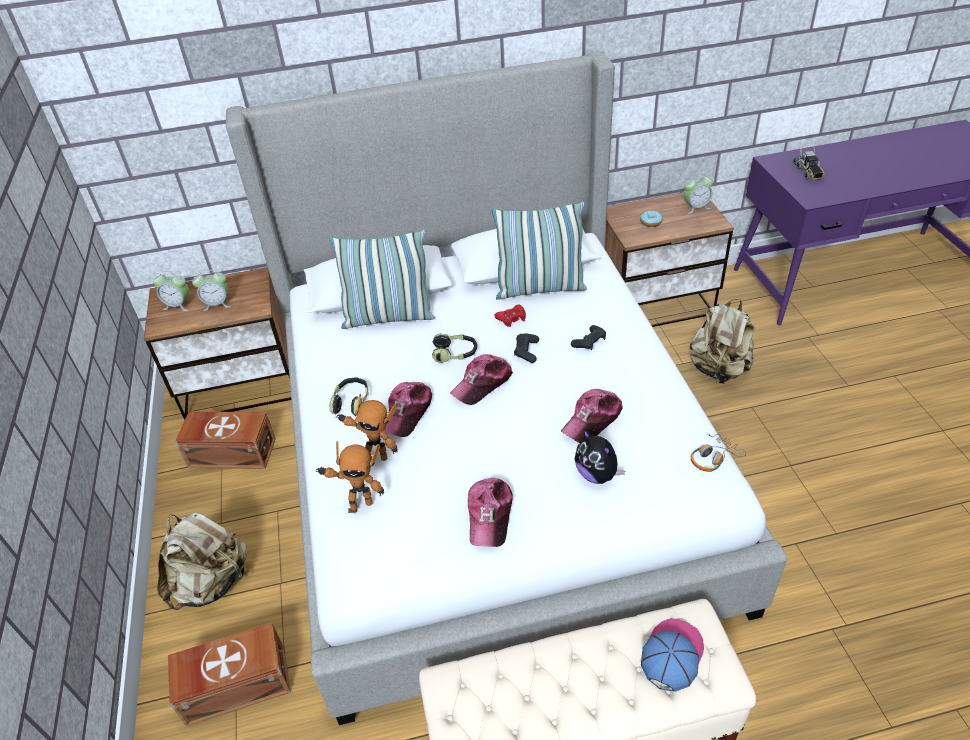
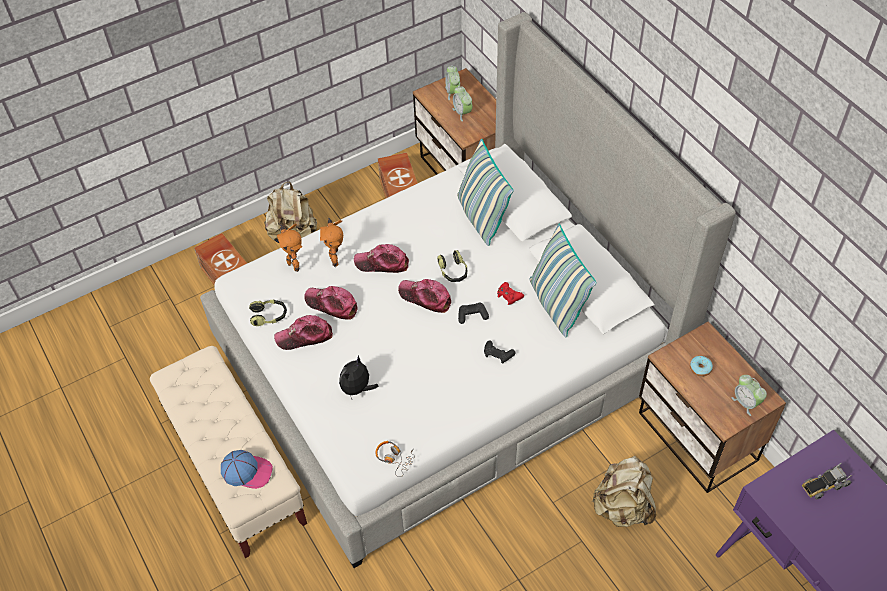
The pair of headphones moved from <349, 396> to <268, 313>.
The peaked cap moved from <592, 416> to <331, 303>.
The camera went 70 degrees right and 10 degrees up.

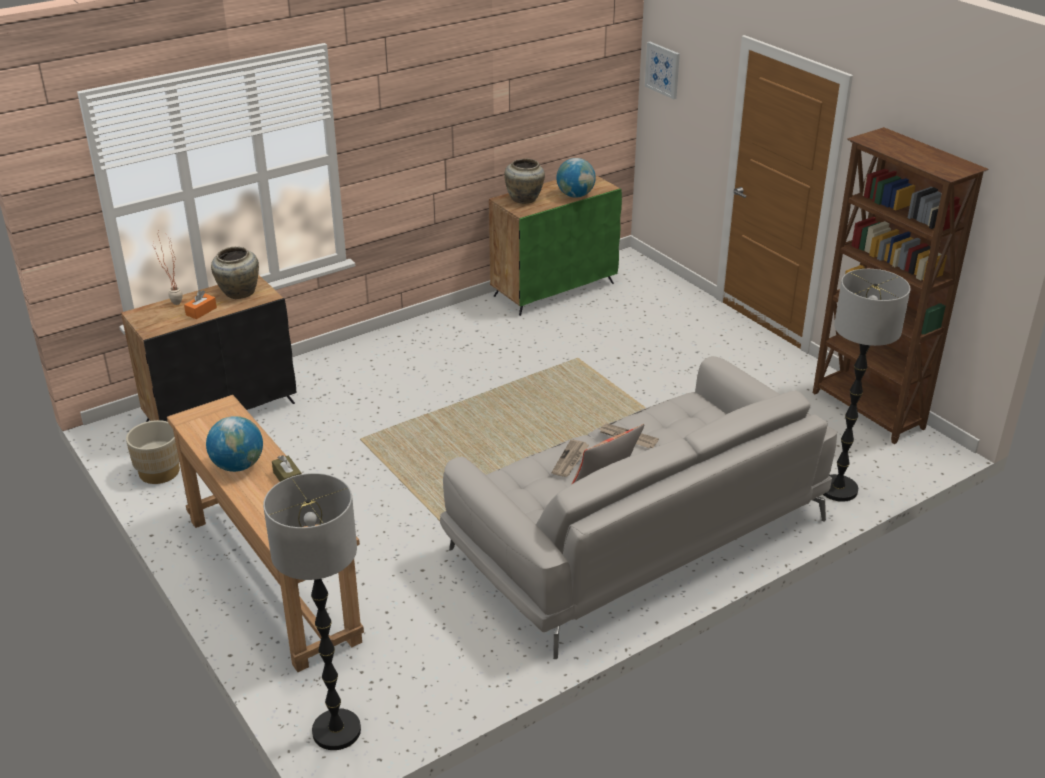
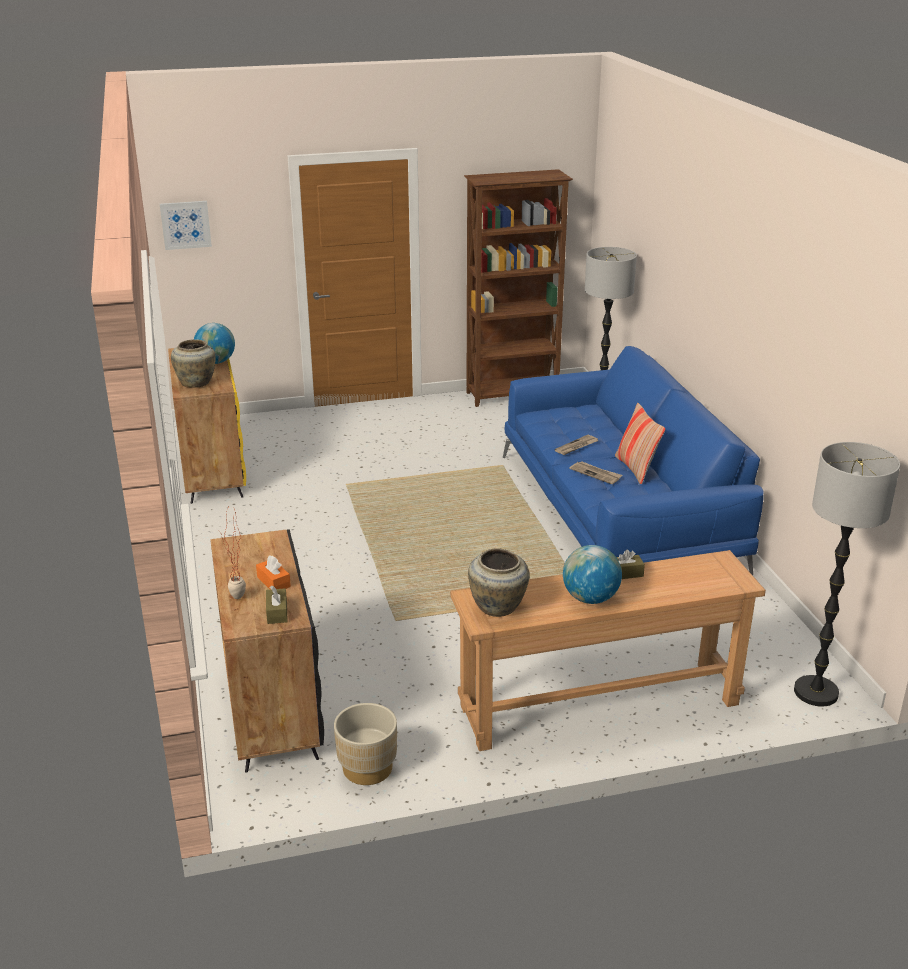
The green cupboard at <555, 245> became the yellow cupboard at <207, 426>.
The sand-coloured decorative vase moved from <235, 273> to <498, 582>.
The greyish sofa at <638, 507> became the bluish sofa at <633, 460>.
The brownish tissue box at <277, 605> appeared.
The camera went 70 degrees left and 5 degrees down.

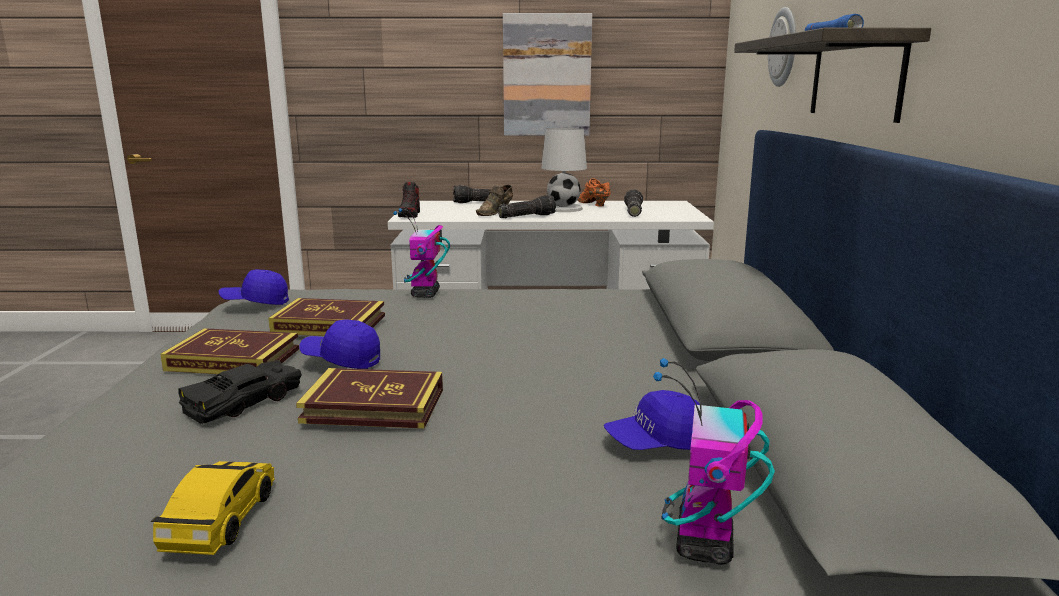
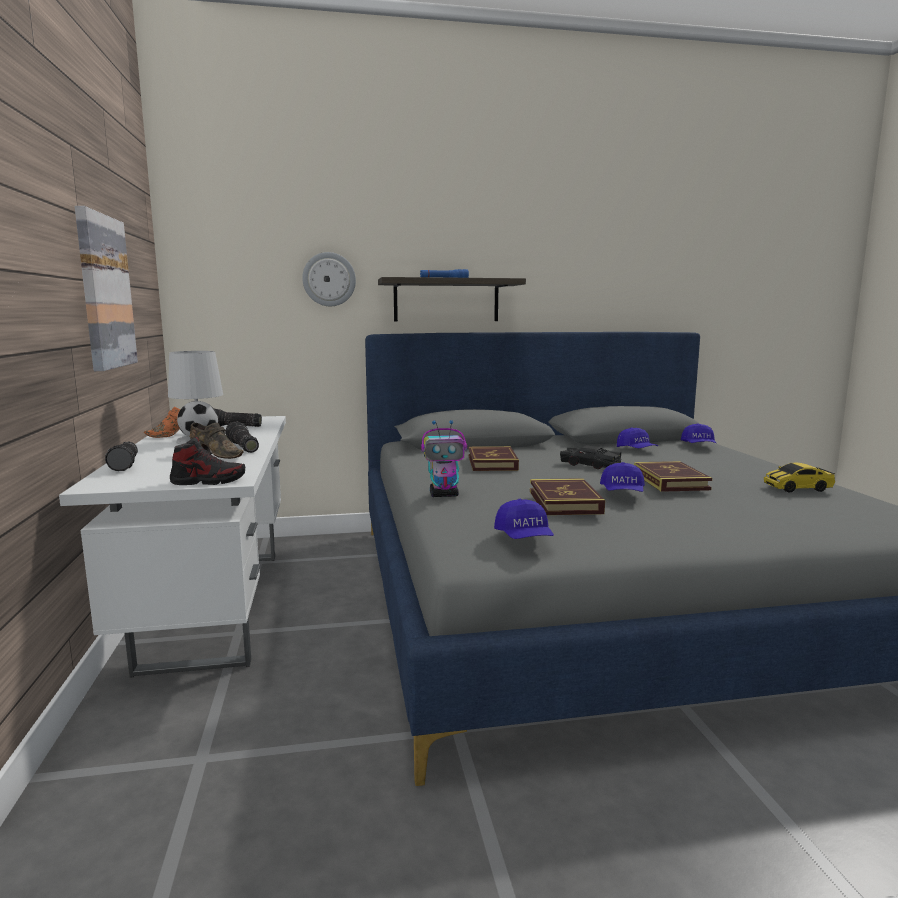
The book moved from <229, 351> to <494, 458>.
The robot figure at <714, 461> was replaced by the bluish peaked cap at <698, 433>.
The black model car moved from <240, 392> to <591, 457>.
The camera went 100 degrees left and 5 degrees down.

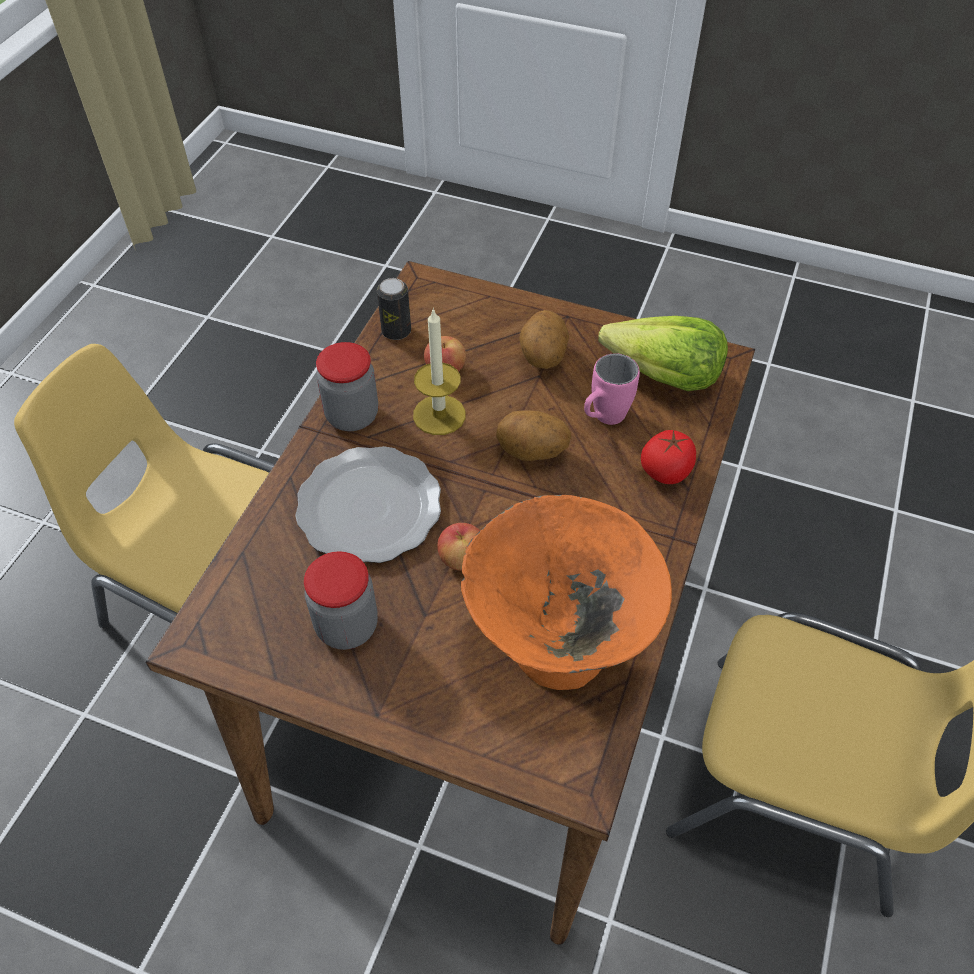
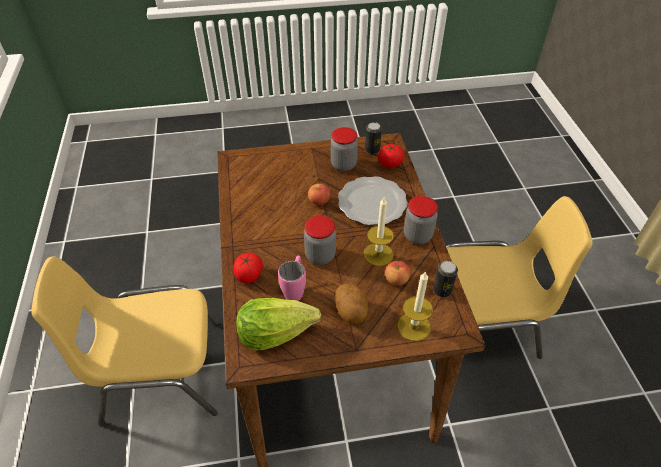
The spud at <534, 435> was replaced by the preserve jar at <320, 240>.
The orangey deep dish at <566, 592> disappeared.
The metal can at <373, 138> appeared.
The whole tomato at <391, 156> appeared.
The candle at <415, 306> appeared.
The camera went 150 degrees right and 5 degrees down.

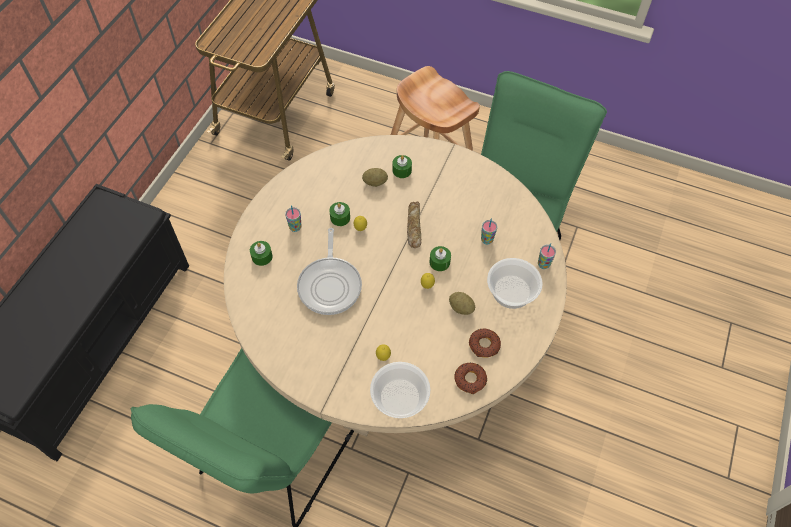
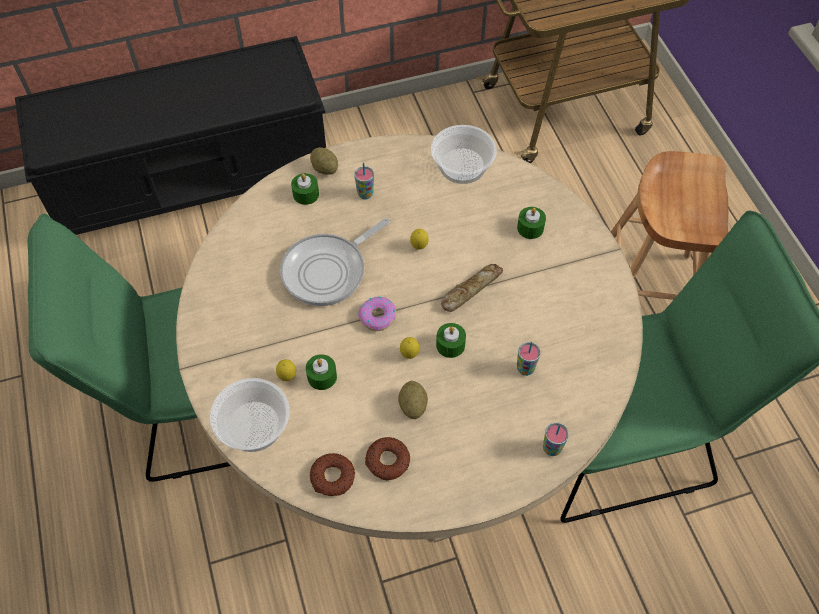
The spud moved from <375, 177> to <324, 161>.
The green candle moved from <339, 214> to <321, 372>.
The deep dish moved from <515, 283> to <464, 154>.
The ring doughnut at <377, 313> appeared.
The camera went 50 degrees right and 0 degrees up.

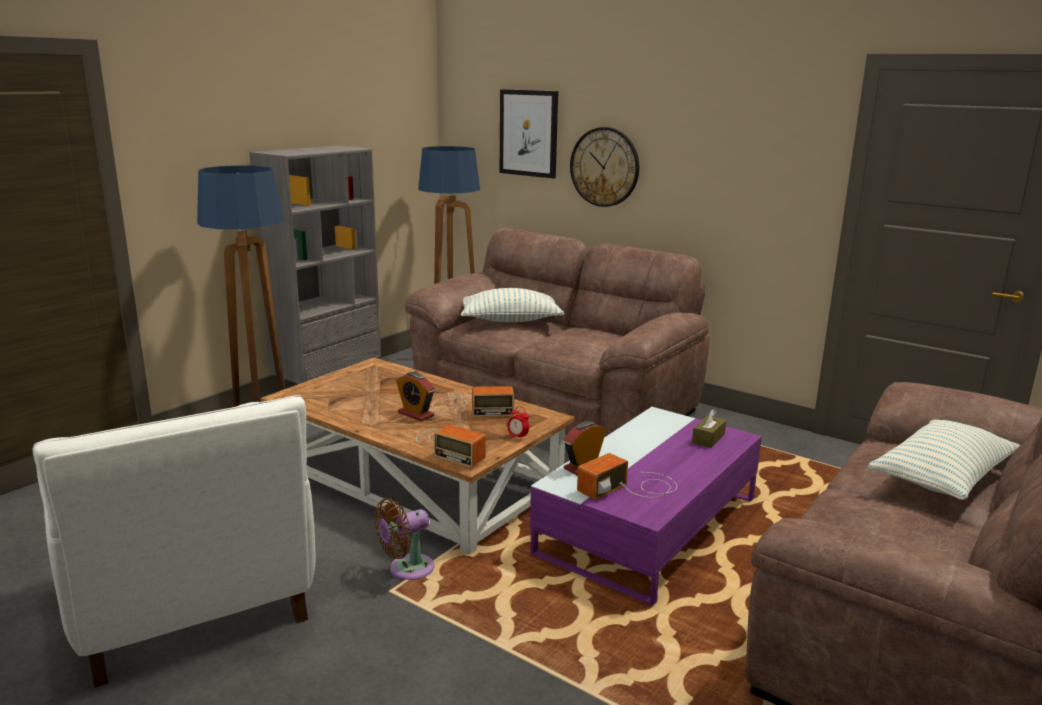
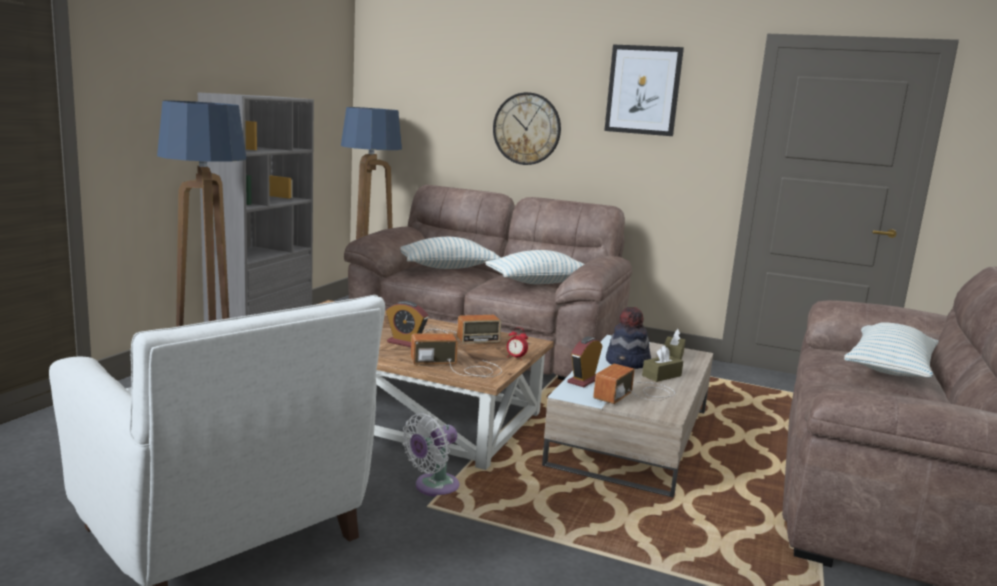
The wall picture moved from <529, 133> to <644, 90>.
The purplish low table at <646, 506> became the sand-coloured low table at <627, 416>.
The radio set at <451, 446> turned 150 degrees clockwise.
The brownish electric fan at <404, 539> became the whitish electric fan at <431, 455>.
The pillow at <534, 267> appeared.
The wearable hat at <628, 338> appeared.
The brownish tissue box at <662, 363> appeared.
The camera went 15 degrees left and 5 degrees down.

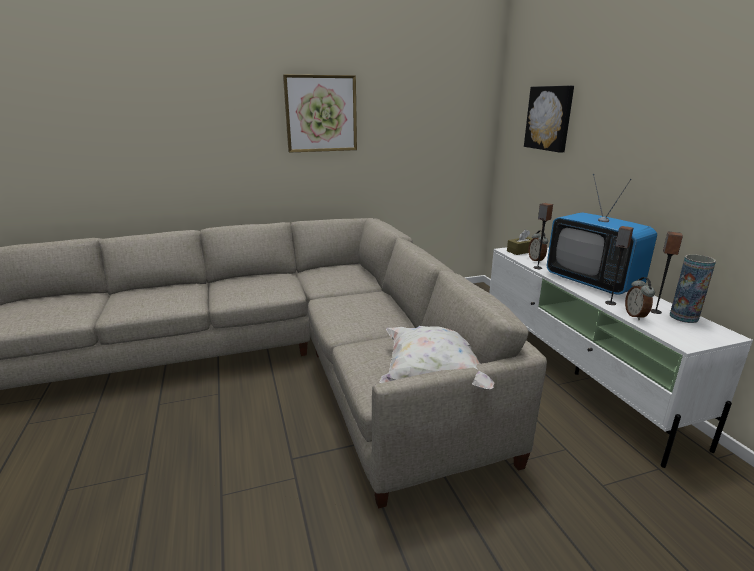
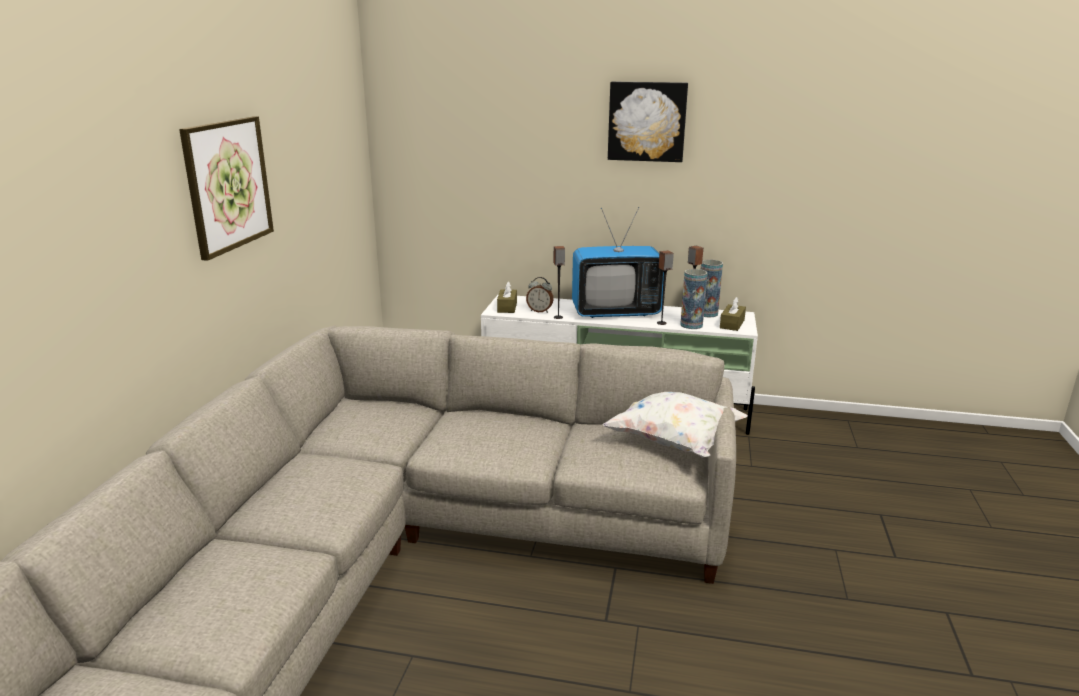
The wall picture moved from <549, 119> to <648, 122>.
The alarm clock at <640, 298> was replaced by the decorative vase at <694, 299>.
The brownish tissue box at <733, 314> appeared.
The camera went 60 degrees left and 0 degrees up.

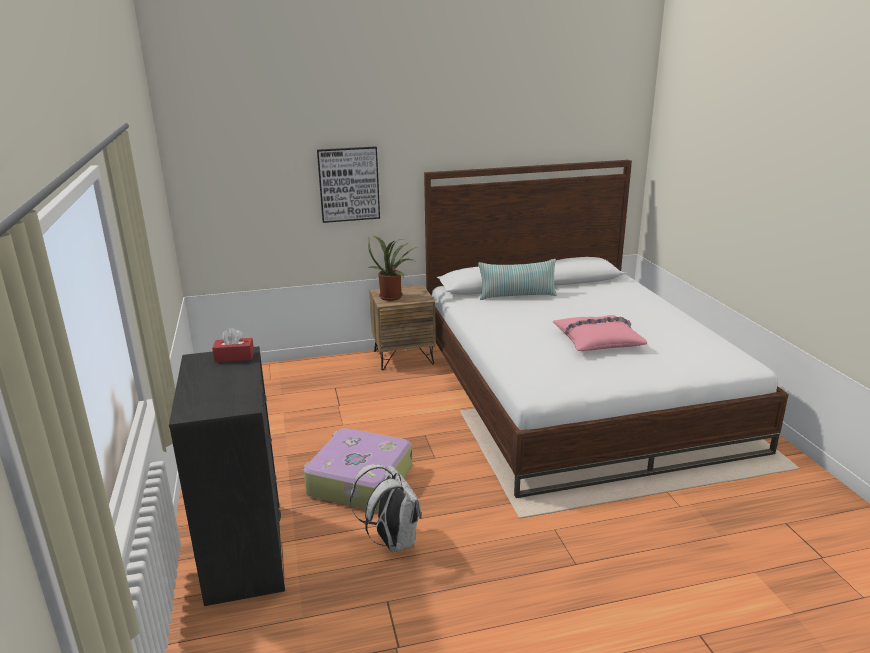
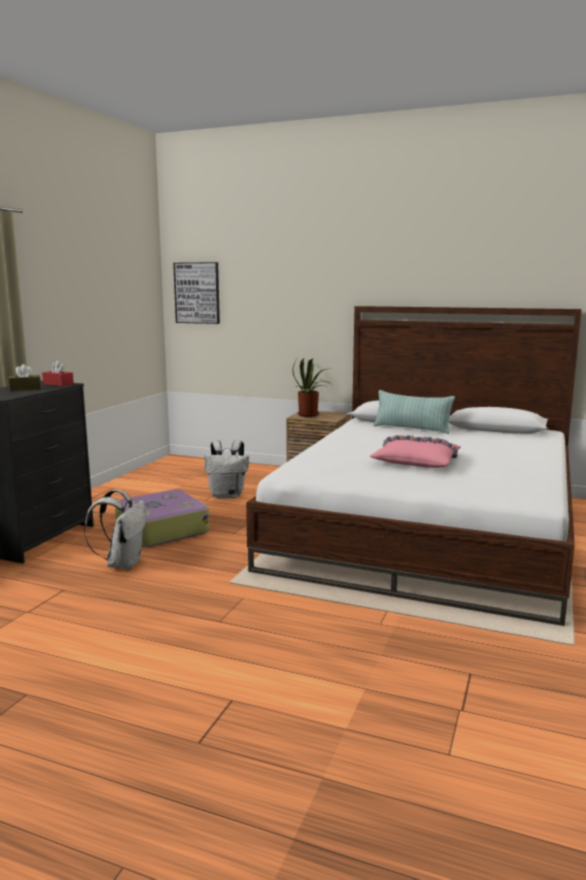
The wall picture moved from <348, 184> to <196, 293>.
The brownish tissue box at <25, 377> appeared.
The whitish knapsack at <226, 469> appeared.
The camera went 35 degrees right and 10 degrees down.

